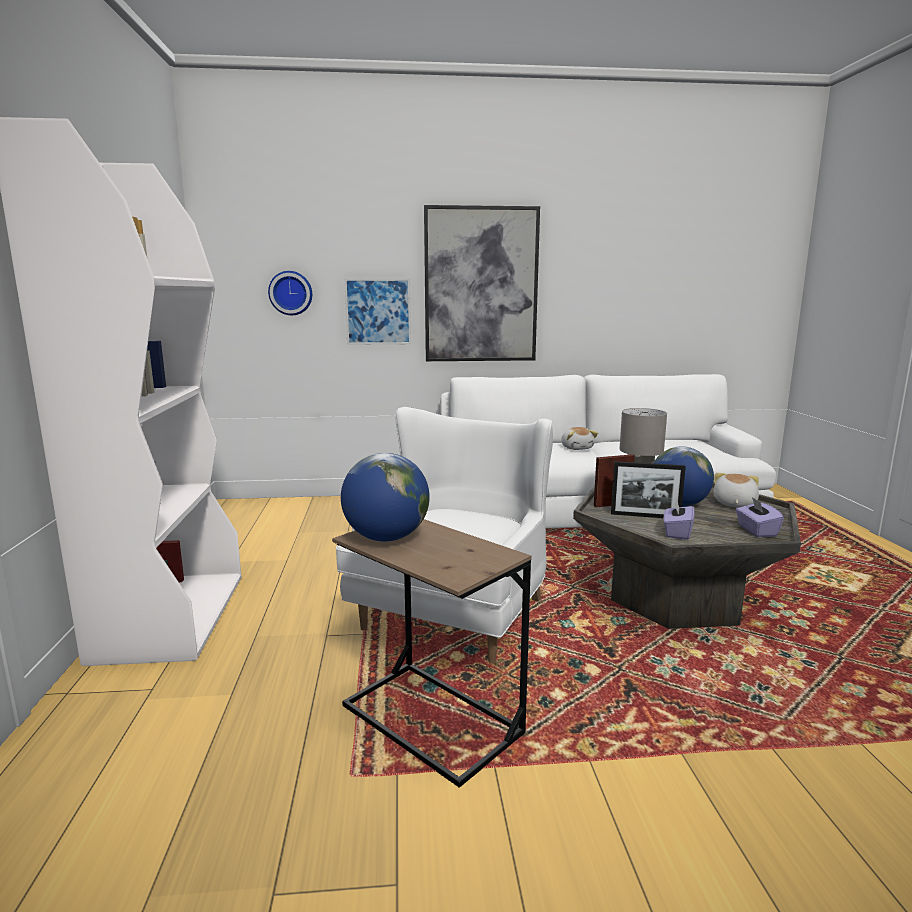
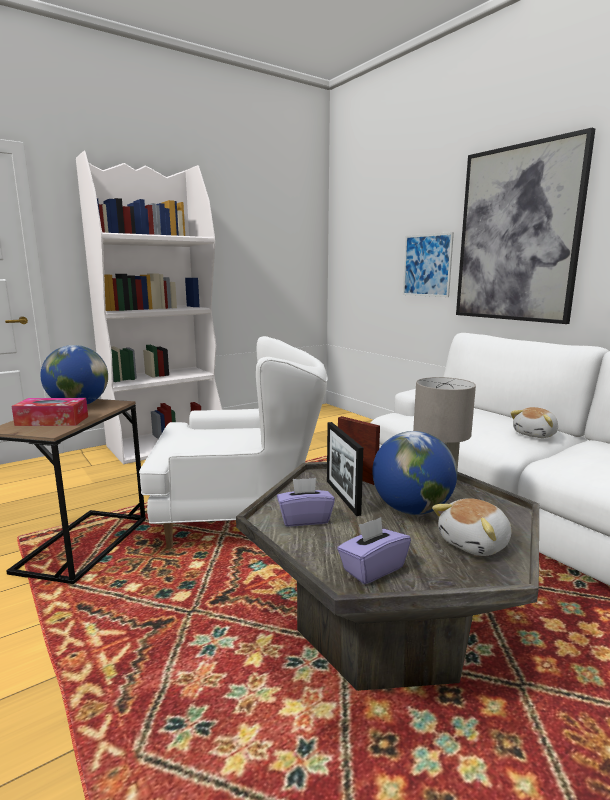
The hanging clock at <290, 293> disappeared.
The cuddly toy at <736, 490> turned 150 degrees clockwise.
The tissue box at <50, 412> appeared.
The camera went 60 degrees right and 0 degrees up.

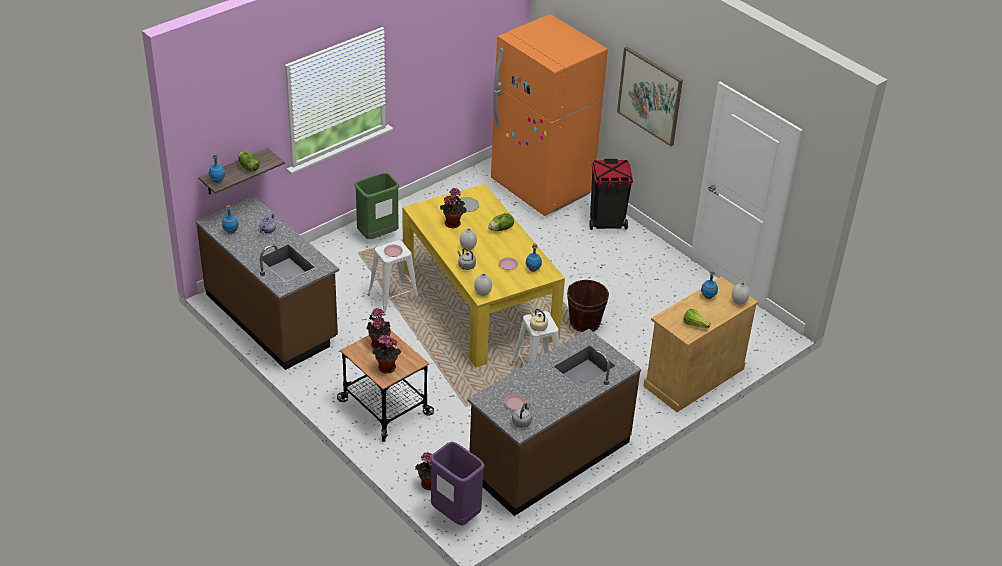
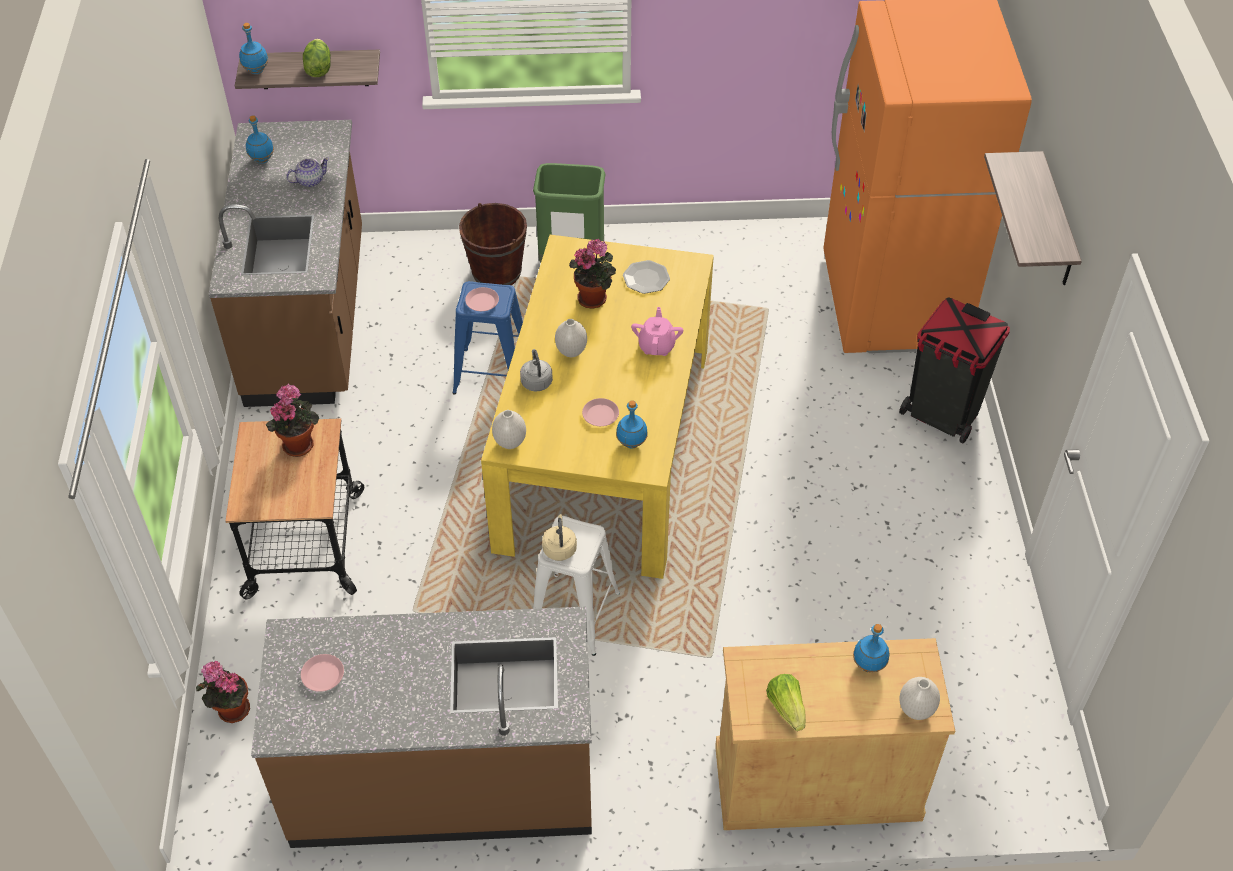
The wall picture at <650, 96> was replaced by the wall shelf at <1033, 218>.
The lettuce at <501, 222> was replaced by the pinkish pot for tea at <657, 331>.
The whitish stool at <394, 277> became the bluish stool at <487, 338>.
The brownish bucket moved from <588, 306> to <493, 244>.
The plant in a pot at <387, 354> disappeared.
The greyish kettle at <522, 415> disappeared.
The purplish trash can at <457, 484> disappeared.
The camera went 40 degrees right and 10 degrees up.

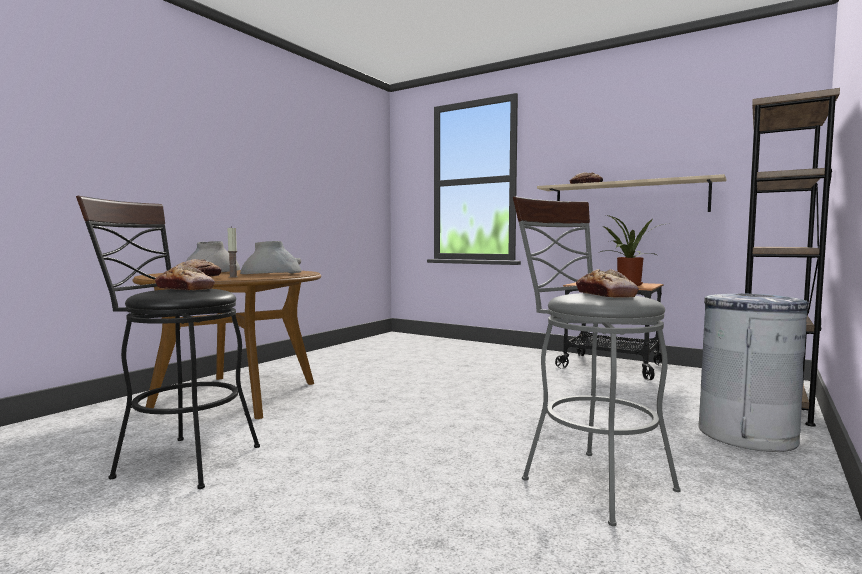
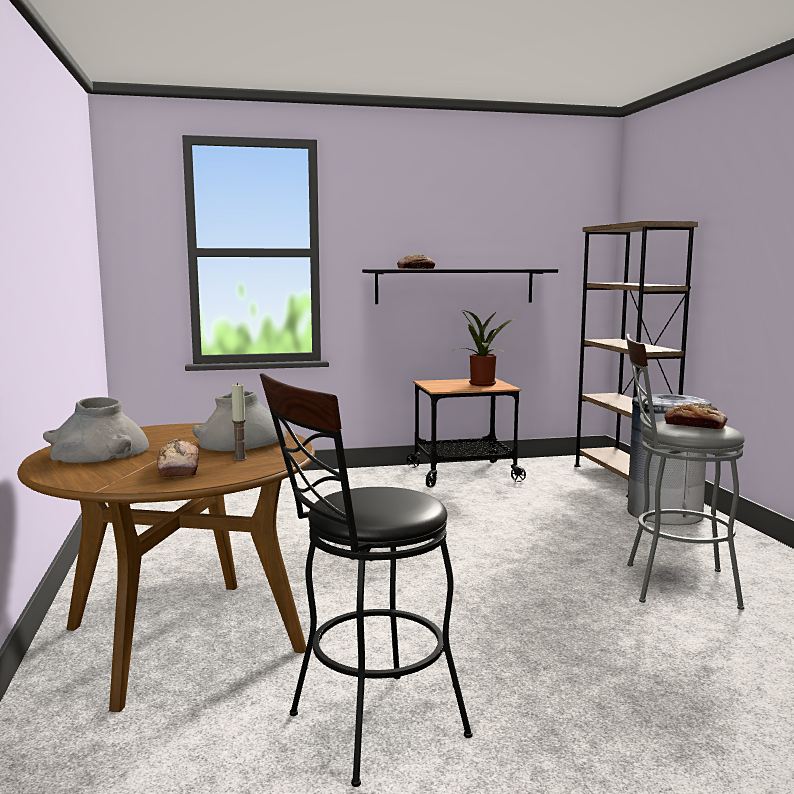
The sand-coloured wall shelf at <631, 193> became the black wall shelf at <460, 286>.
The bread at <185, 278> disappeared.
The camera went 45 degrees left and 5 degrees up.

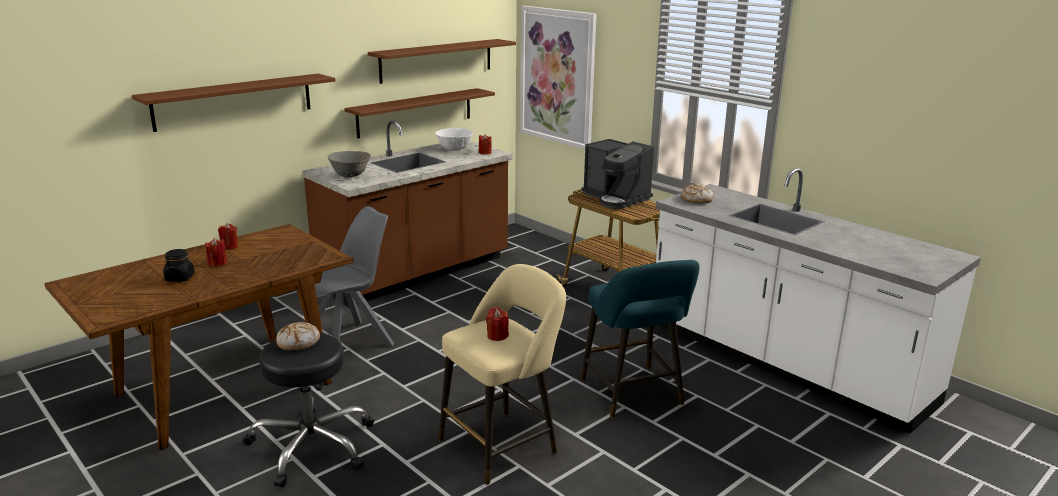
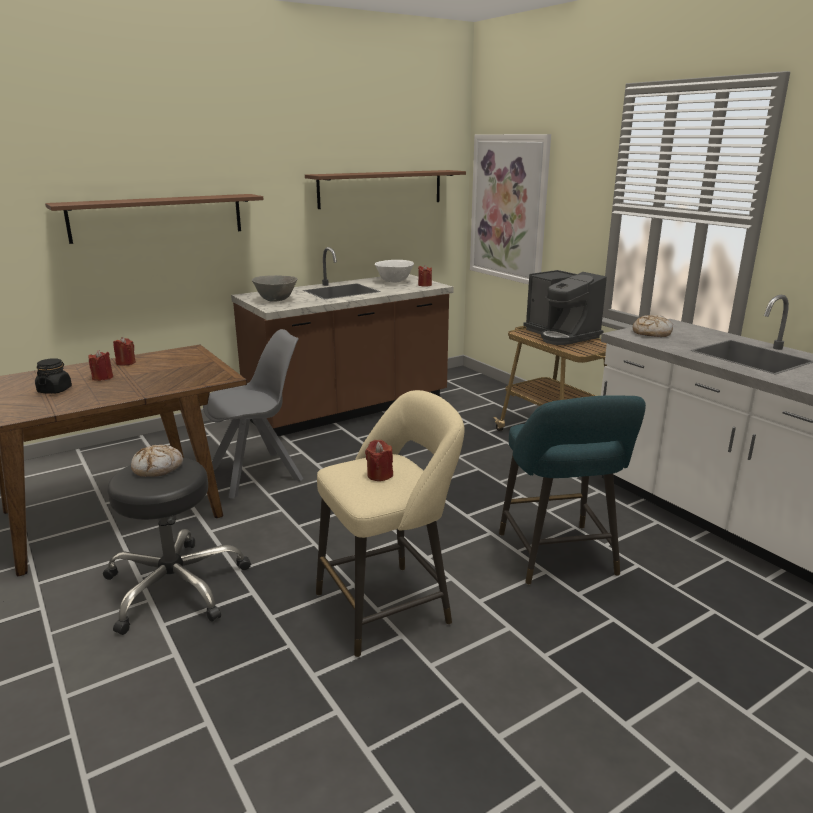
The brownish wall shelf at <419, 113> disappeared.
The camera went 10 degrees right and 0 degrees up.

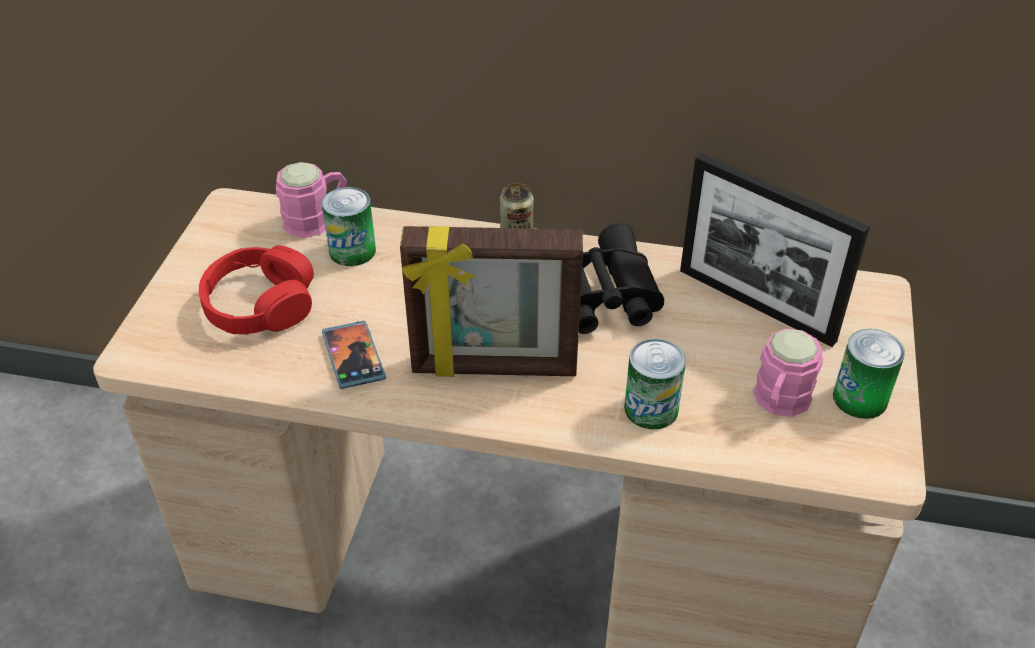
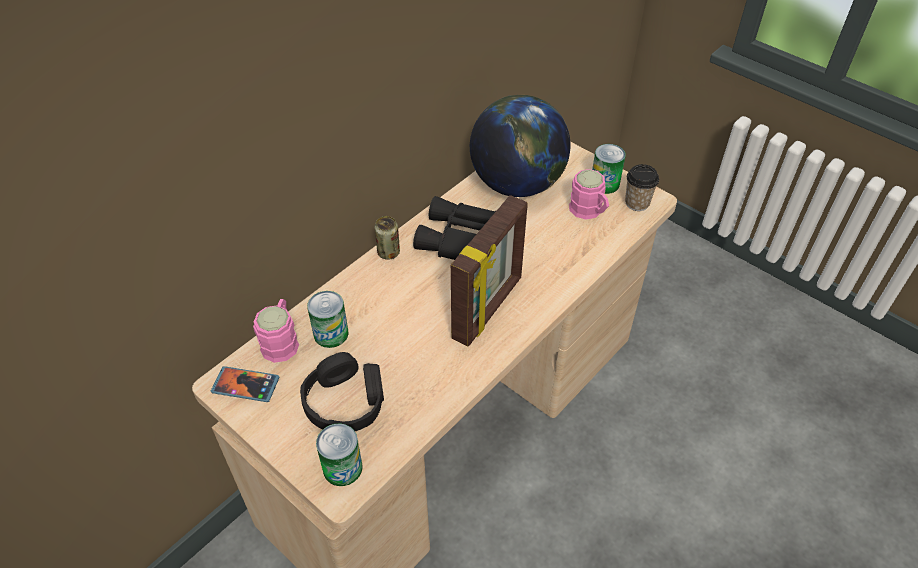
The picture frame at <775, 250> was replaced by the globe at <520, 146>.
The red pair of headphones at <256, 290> became the black pair of headphones at <342, 391>.
The telephone moved from <354, 355> to <245, 384>.
The metal can moved from <655, 384> to <339, 454>.
The small cup at <642, 187> appeared.
The camera went 60 degrees left and 5 degrees up.

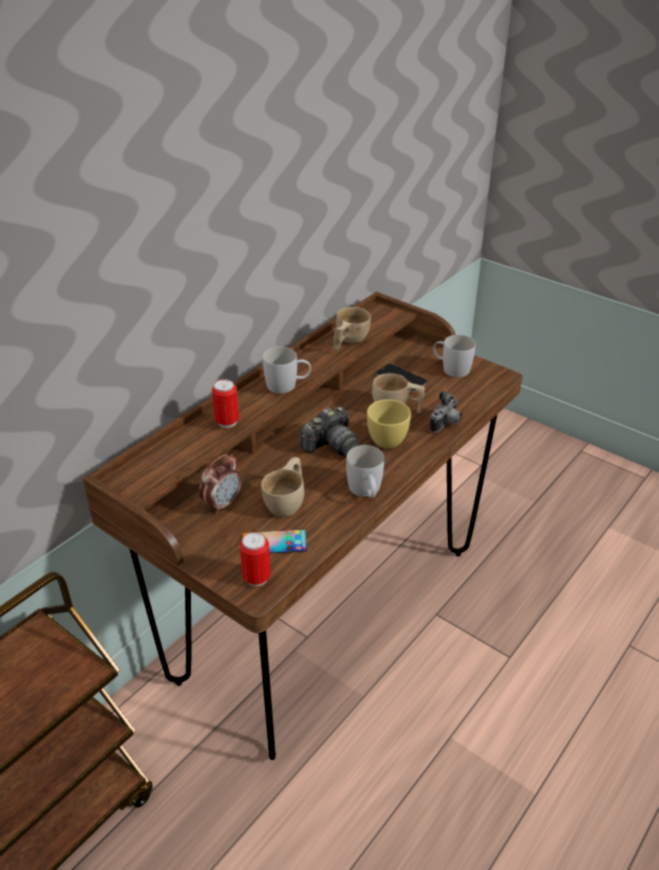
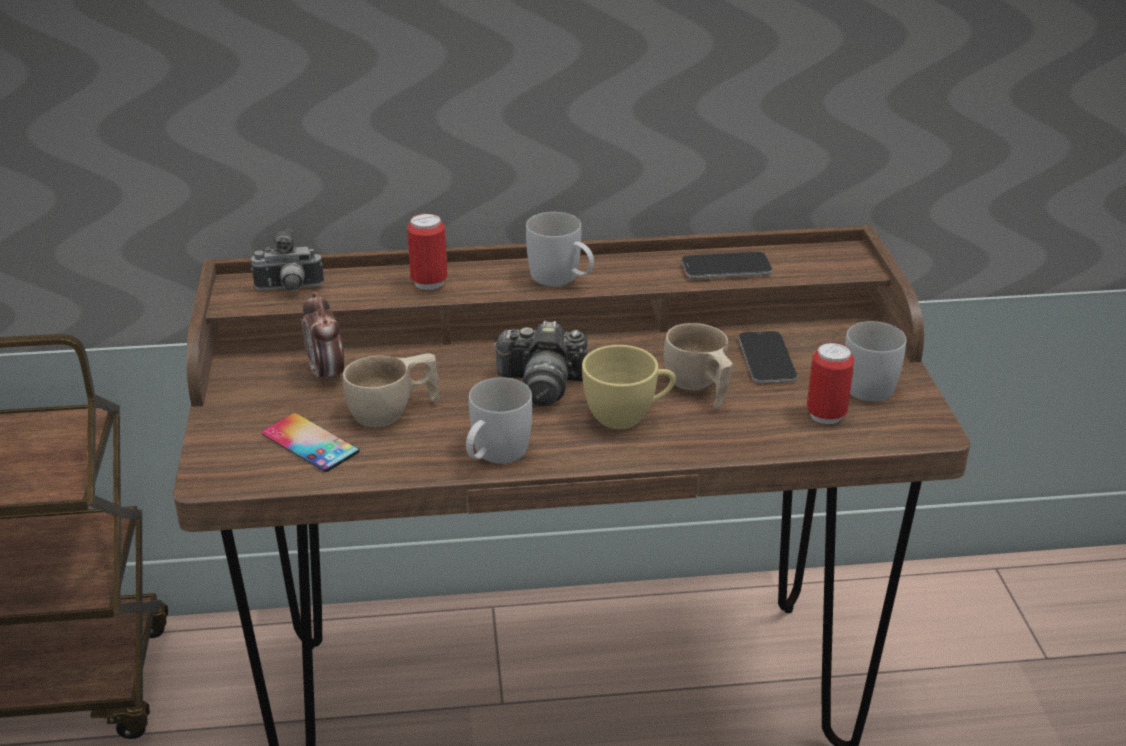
The sand-coloured small cup at <351, 328> was replaced by the telephone at <727, 265>.
The still camera moved from <445, 411> to <287, 260>.
The alarm clock at <220, 484> turned 75 degrees clockwise.
The metal can moved from <255, 559> to <830, 383>.
The camera went 45 degrees right and 5 degrees down.

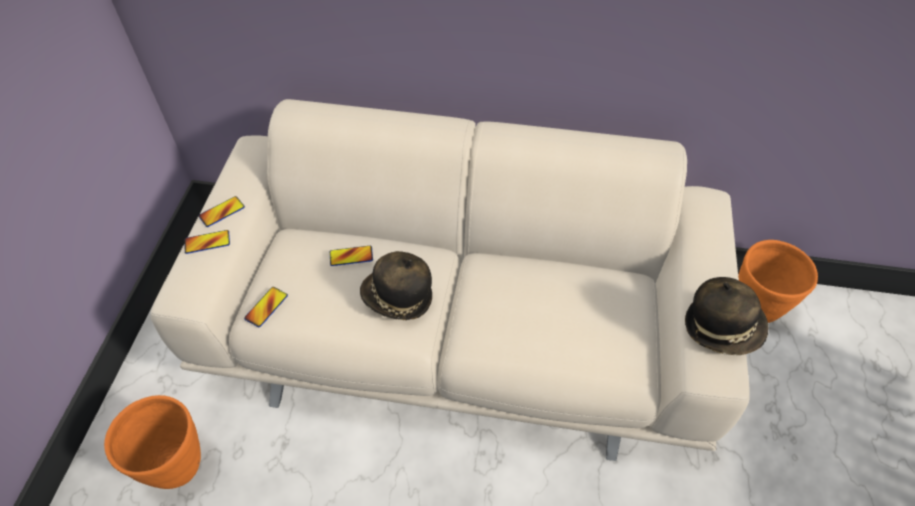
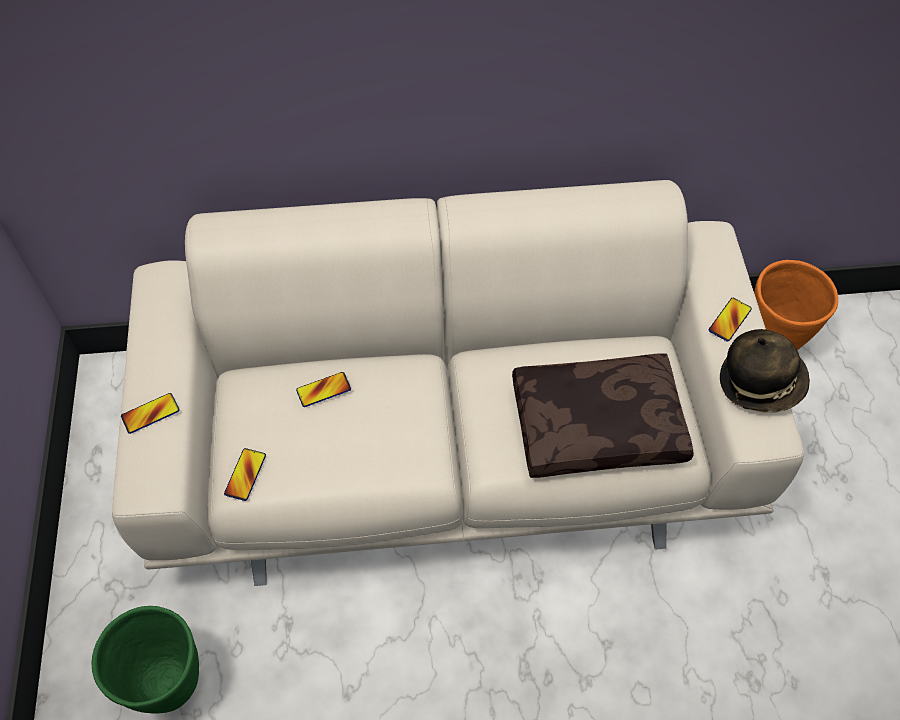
The telephone moved from <222, 211> to <730, 320>.
The wearable hat at <396, 285> disappeared.
The orangey plant pot at <152, 442> became the green plant pot at <145, 660>.
The brownish pillow at <603, 415> appeared.
The camera went 15 degrees left and 5 degrees up.

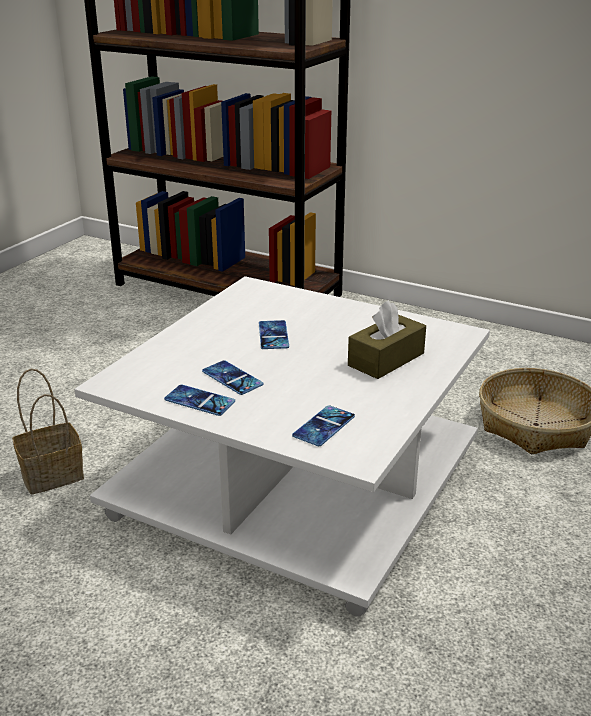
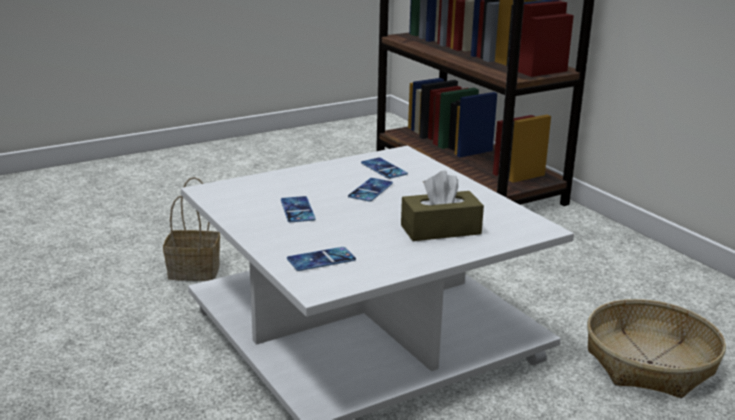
The telephone moved from <199, 400> to <384, 168>.
The camera went 30 degrees right and 5 degrees down.

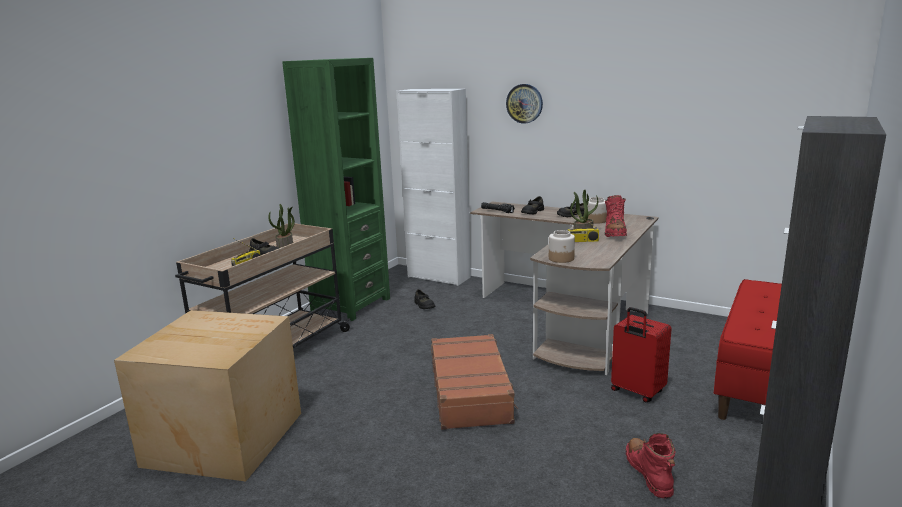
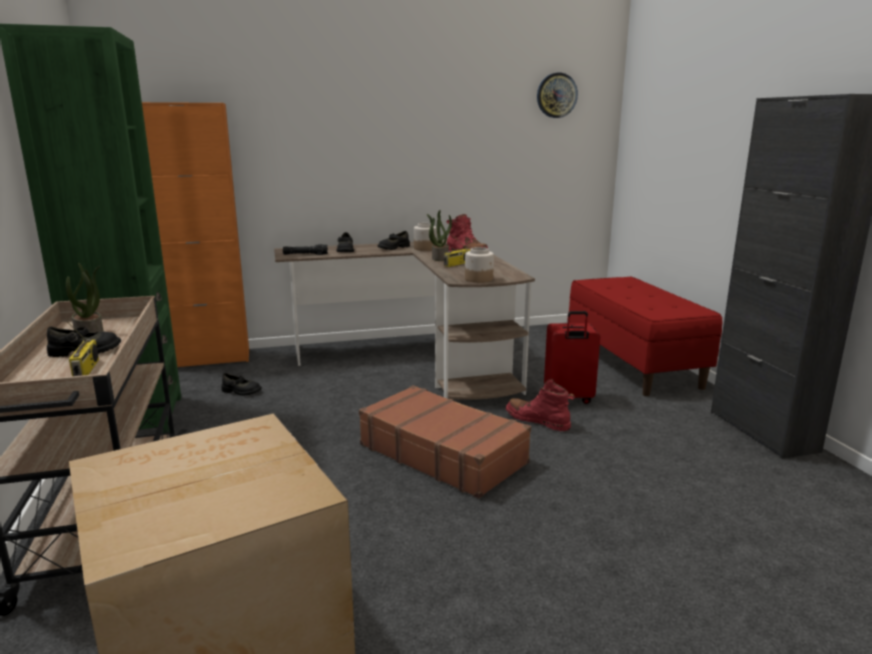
The hanging clock moved from <524, 104> to <557, 95>.
The whitish cupboard at <434, 187> became the orangey cupboard at <195, 234>.
The red boot moved from <650, 466> to <540, 405>.
The camera went 45 degrees left and 0 degrees up.

